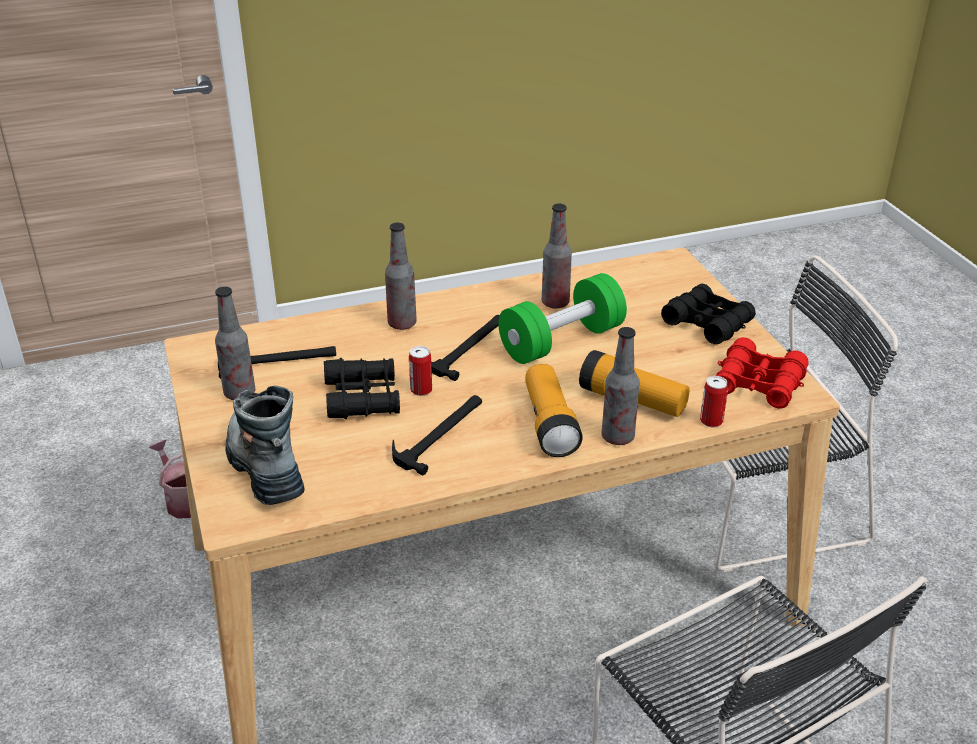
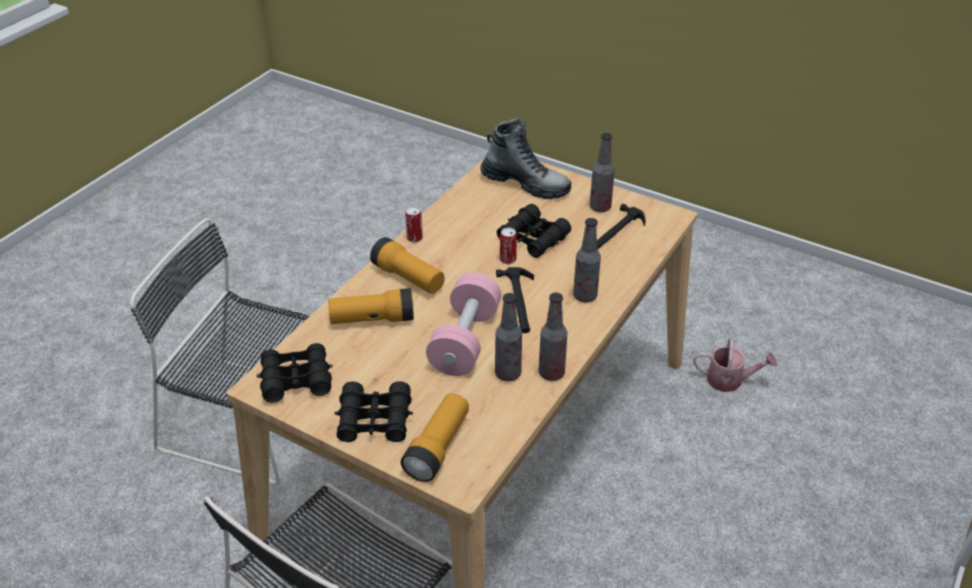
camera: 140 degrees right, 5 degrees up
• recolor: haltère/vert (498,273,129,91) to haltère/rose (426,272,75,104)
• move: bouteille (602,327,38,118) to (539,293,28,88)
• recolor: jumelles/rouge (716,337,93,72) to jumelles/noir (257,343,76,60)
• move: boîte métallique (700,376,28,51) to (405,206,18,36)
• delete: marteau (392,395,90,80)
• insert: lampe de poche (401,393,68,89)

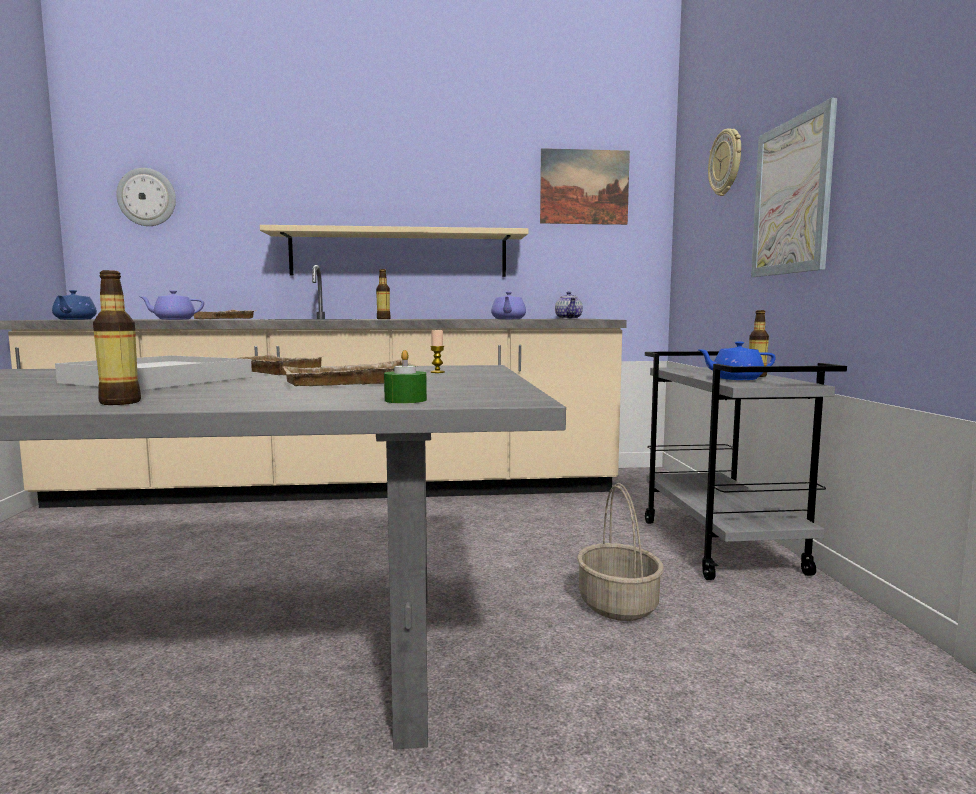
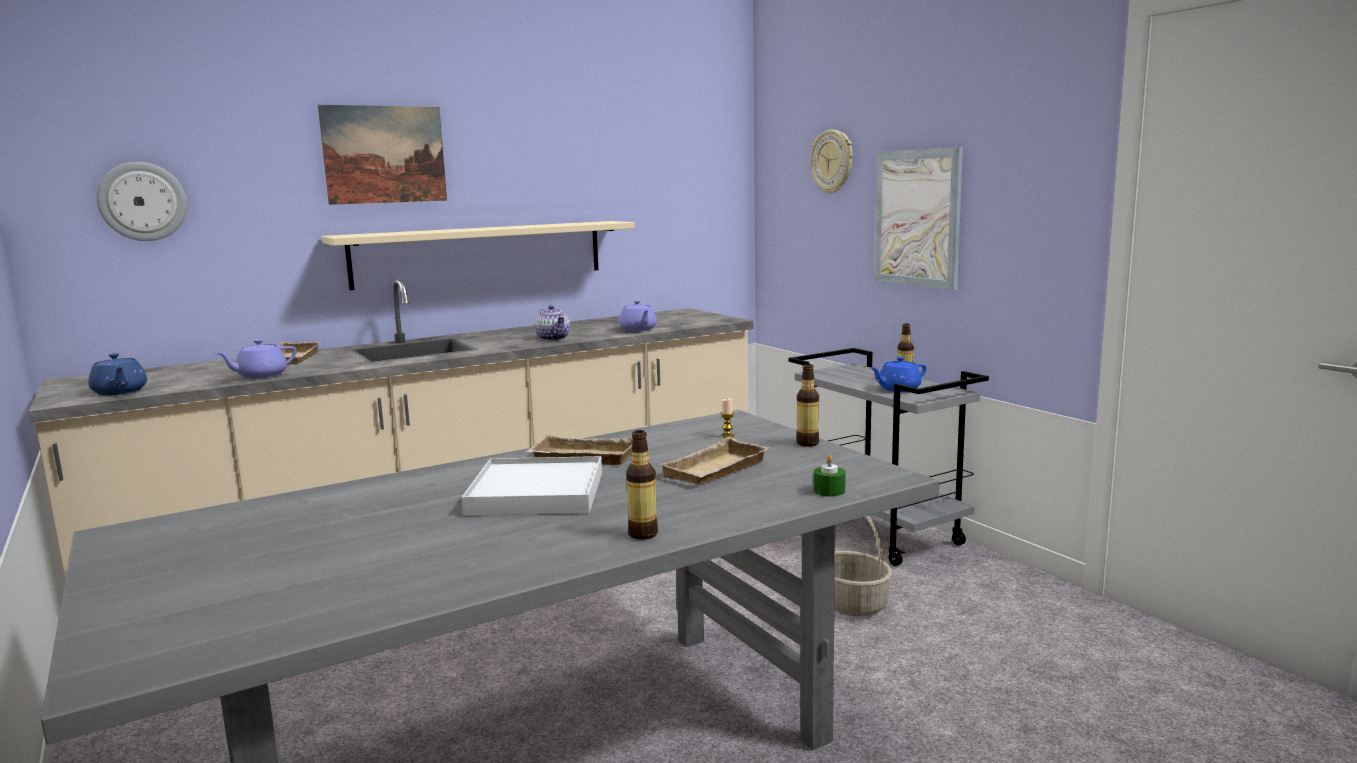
camera: 25 degrees left, 5 degrees up
• move: tableau (540,148,90,77) to (318,105,129,100)
• move: bouteille (376,269,15,50) to (796,364,23,83)
• move: théière (555,291,28,28) to (535,305,35,36)

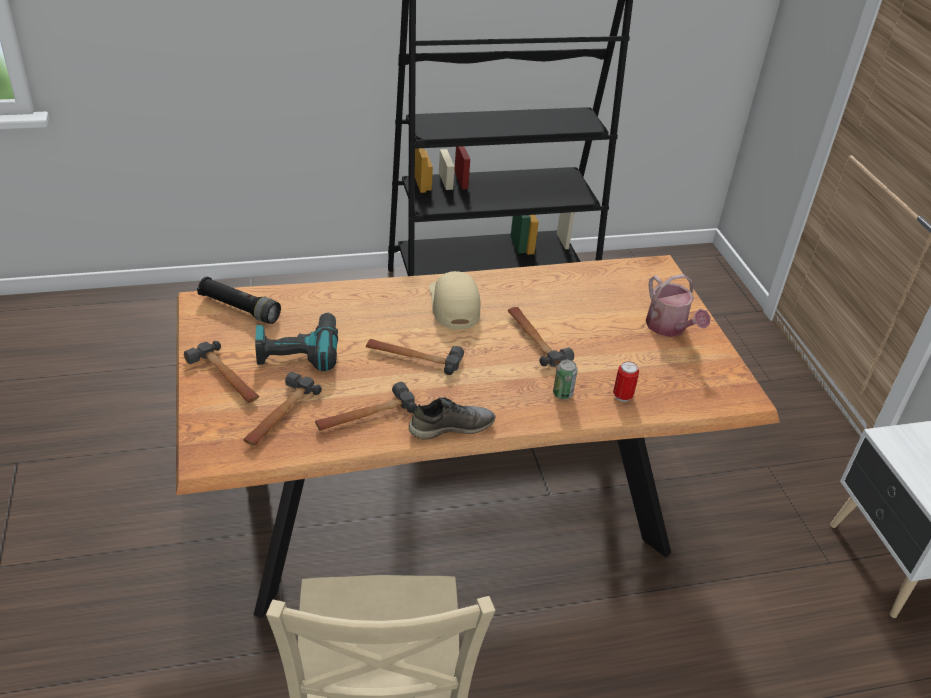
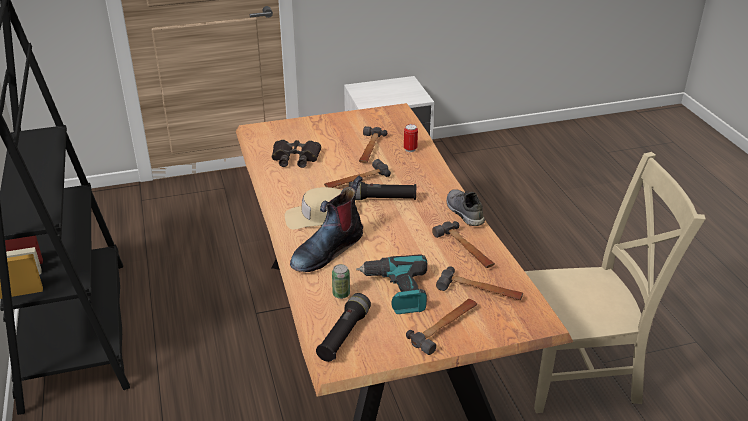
camera: 90 degrees left, 5 degrees down
• delete: arrosoir (646,274,65,63)
• move: marteau (366,339,98,36) to (359,126,28,37)
• move: boîte métallique (553,360,24,39) to (332,264,18,35)
• insert: jumelles/noir (272,140,49,28)
• insert: botte (290,176,73,96)
• insert: lampe de poche/noir (349,181,67,19)

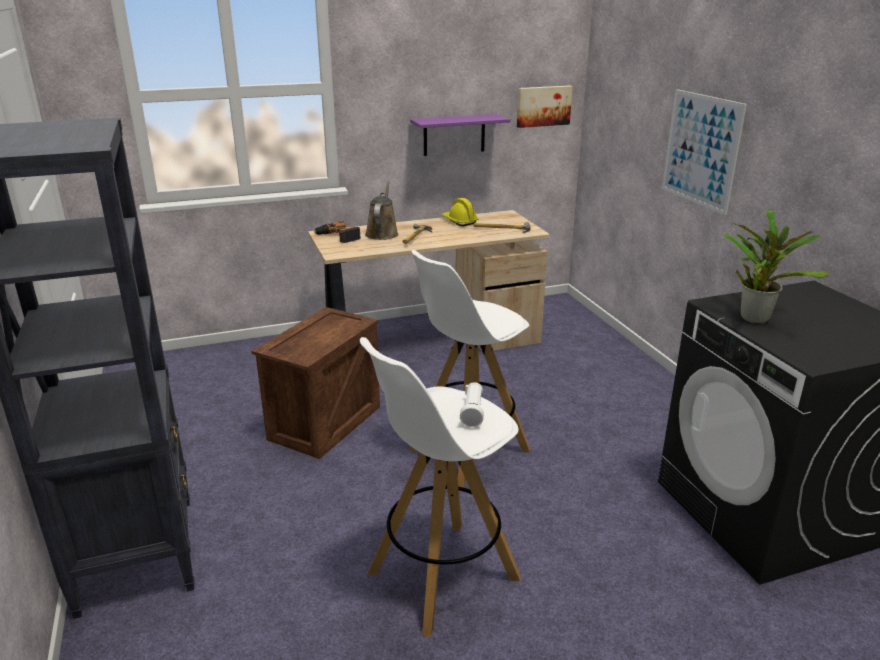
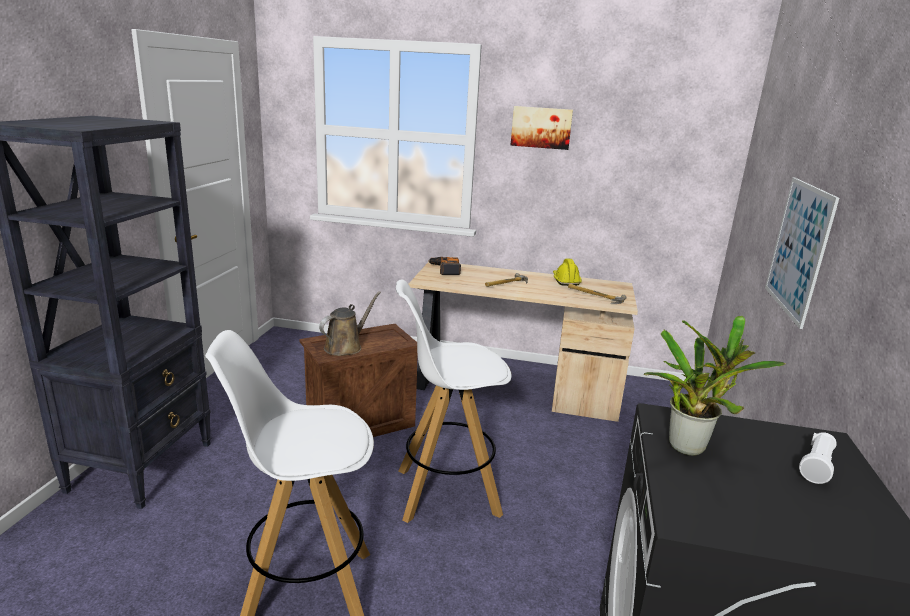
camera: 30 degrees right, 5 degrees down
• move: tableau (517,86,56,42) to (511,106,62,44)
• delete: étagère/violet (410,114,101,42)
• move: arrosoir/marron (365,180,34,60) to (319,291,62,65)
• move: lampe de poche/blanc (460,382,24,45) to (799,432,38,52)

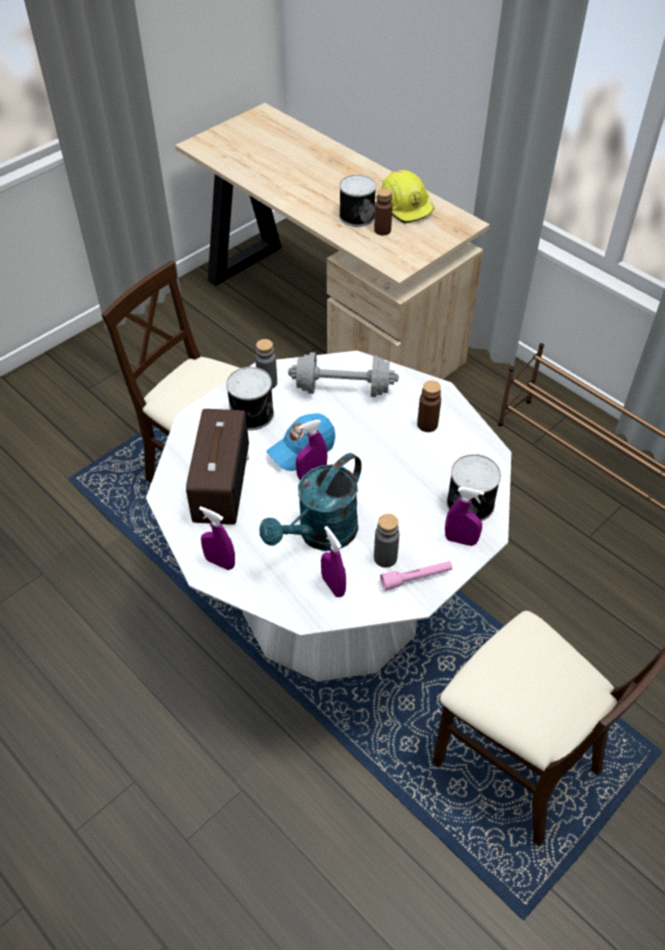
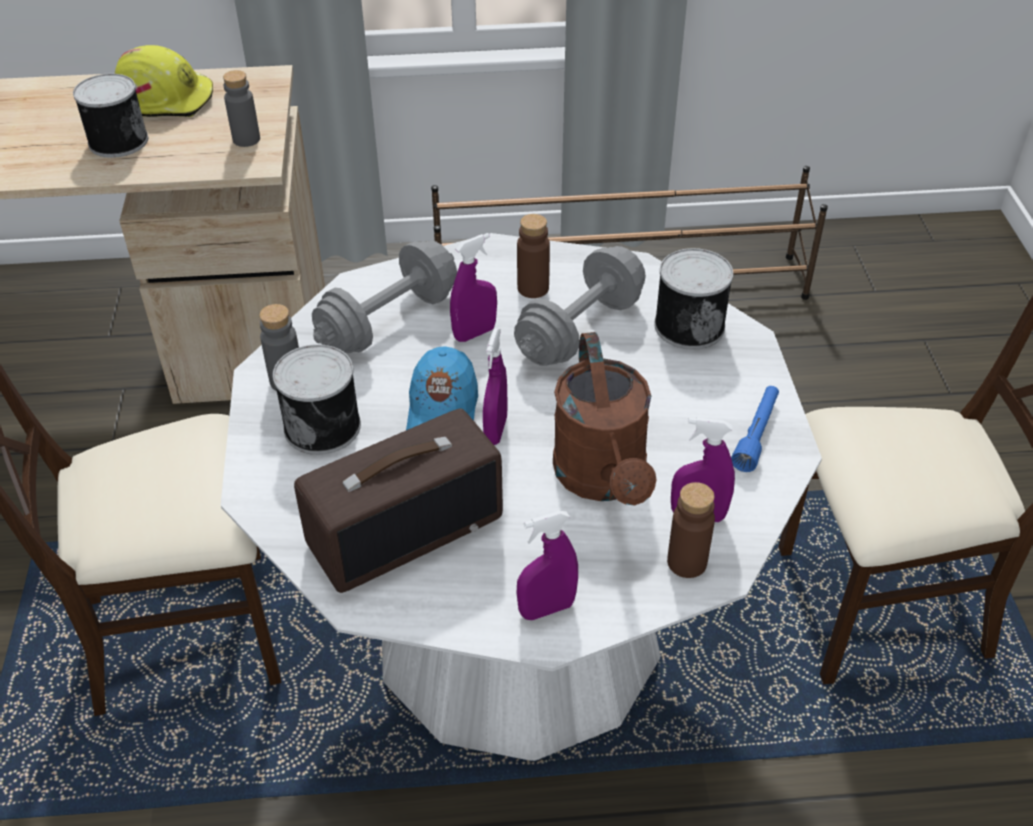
camera: 50 degrees left, 5 degrees down
• move: bouteille/marron (374,188,19,47) to (667,482,48,96)
• rotate: radio (186,409,63,116) = (294,408,209,185) 105 degrees clockwise
• recolor: arrosoir/turquoise (260,453,102,98) to arrosoir/marron (553,332,104,173)
• move: vaporisateur/violet (445,487,39,59) to (450,233,47,109)
• move: bouteille/gris (374,514,25,54) to (223,70,37,77)
• recolor: lampe de poche/rose (380,561,72,30) to lampe de poche/bleu (731,386,48,86)
• insert: haltère/gris (514,246,132,120)

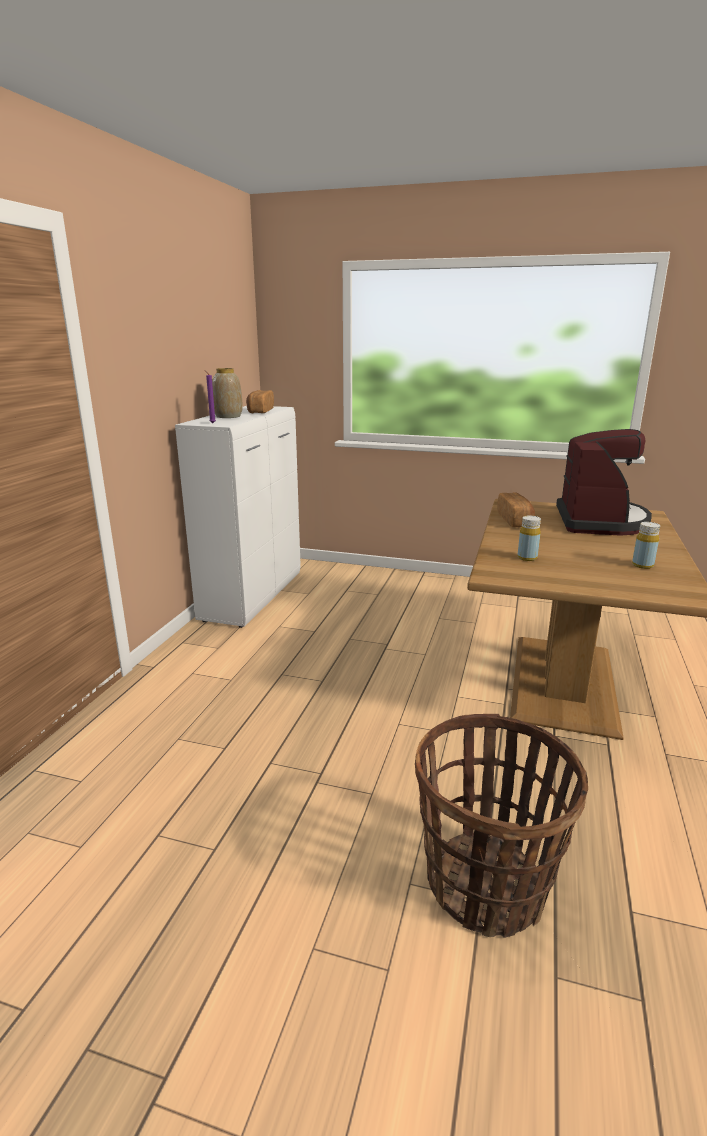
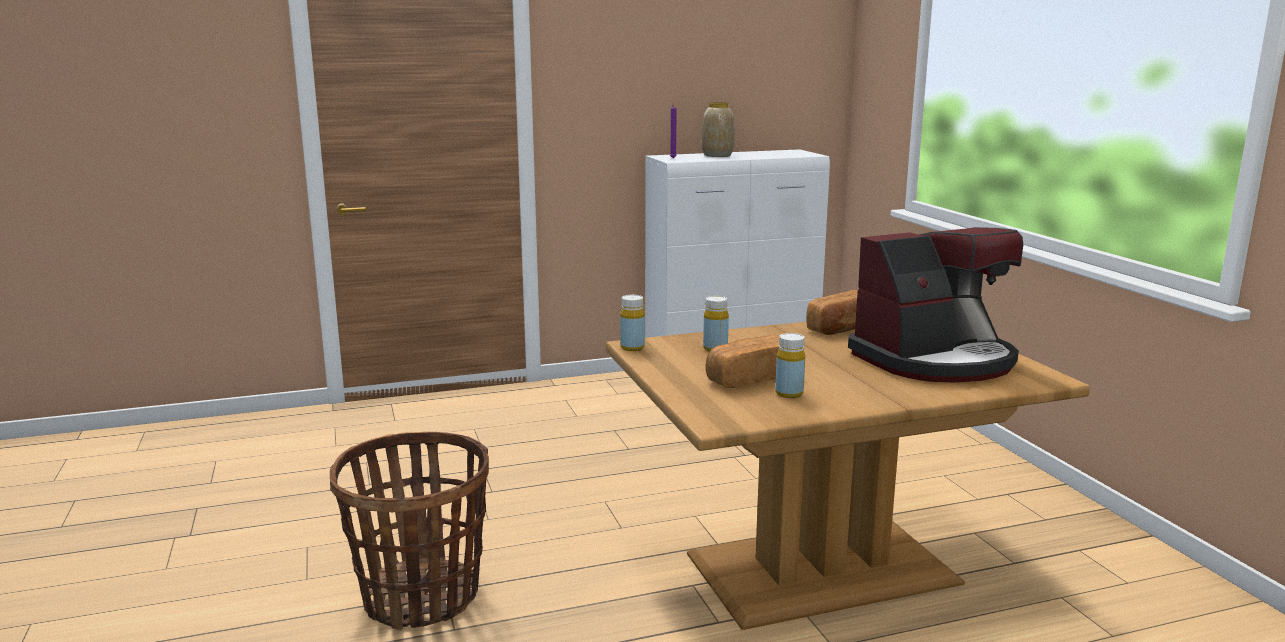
camera: 55 degrees right, 5 degrees down
• move: pain (246,390,28,23) to (706,335,74,53)
• insert: bouteille/jaune (620,295,25,56)

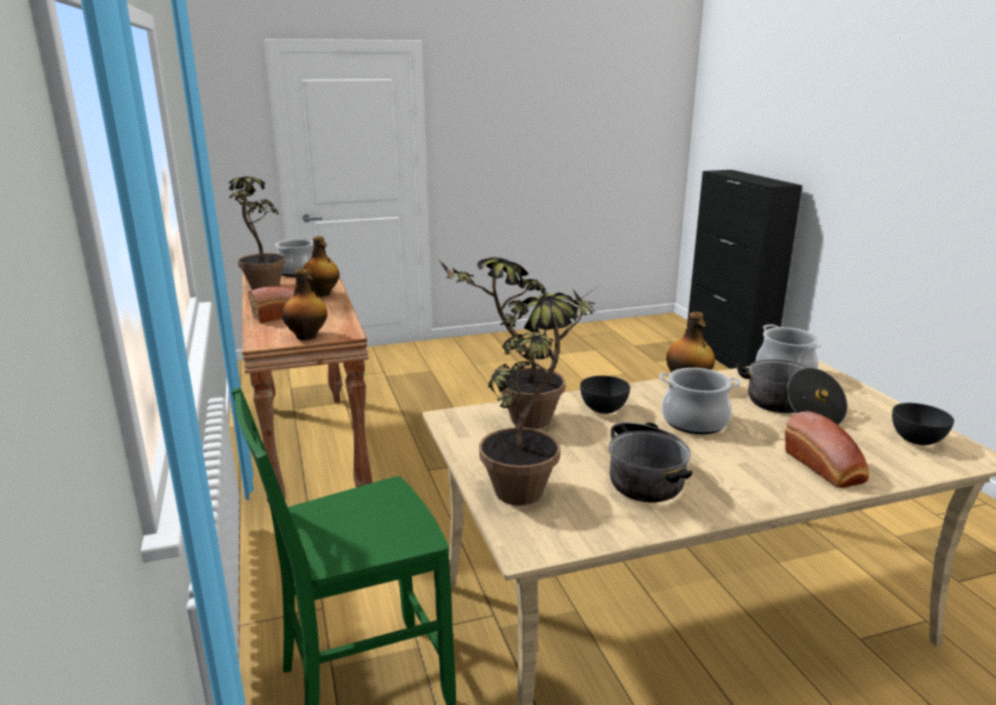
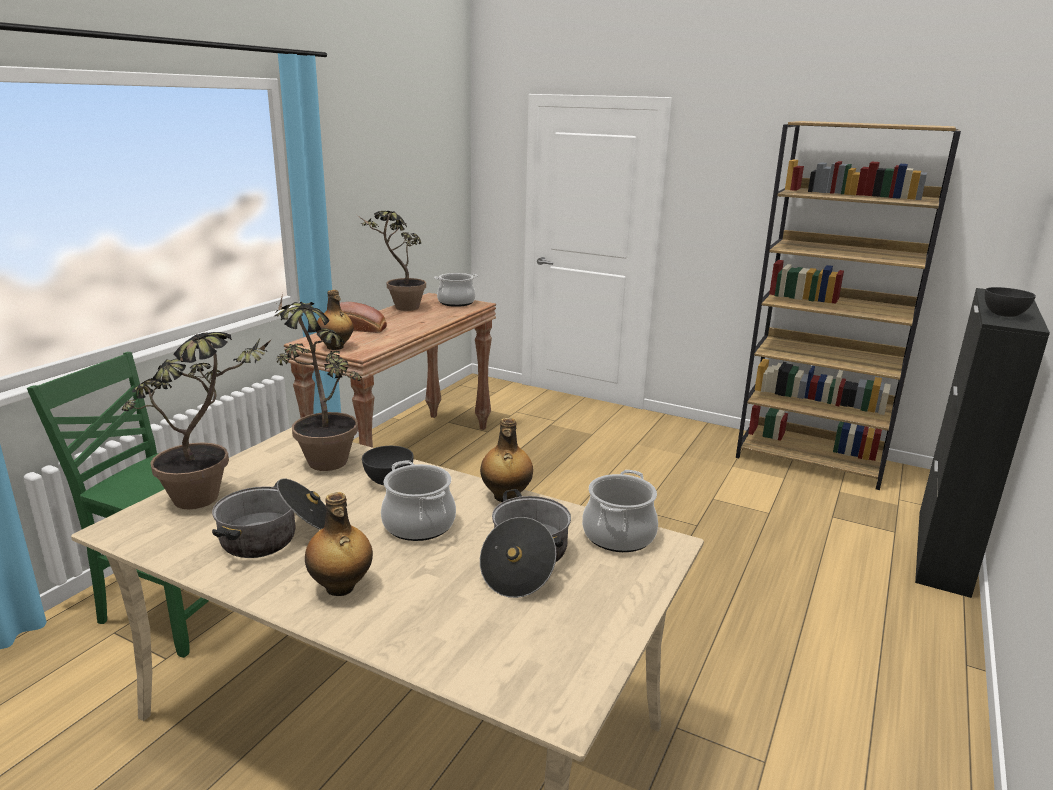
camera: 45 degrees right, 0 degrees up
• move: bouteille (303,236,36,61) to (305,492,68,104)
• move: bol/gris (892,403,62,42) to (985,287,51,30)
• delete: pain (785,411,84,77)
• insert: bibliothèque/marron (736,121,225,369)

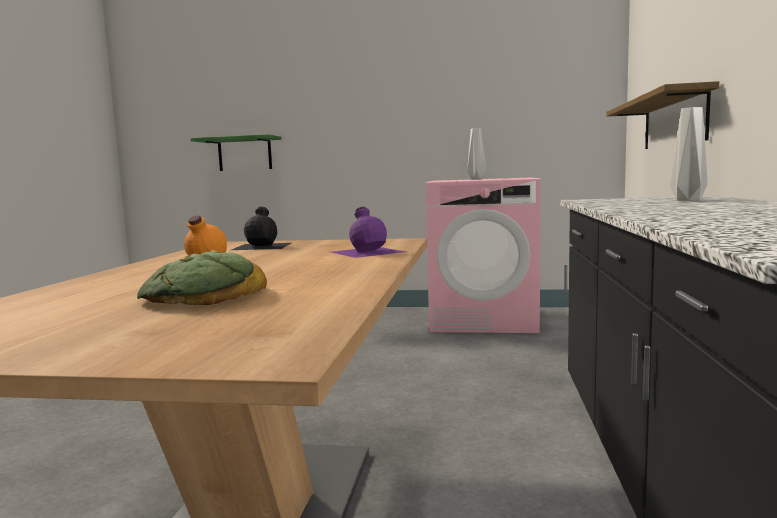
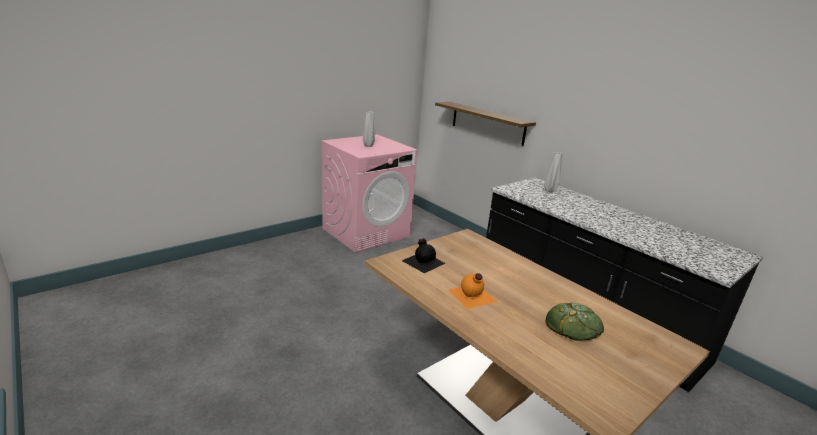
camera: 50 degrees left, 15 degrees up
• delete: étagère/vert (191,134,91,37)
• delete: bouteille/violet (331,207,75,51)

